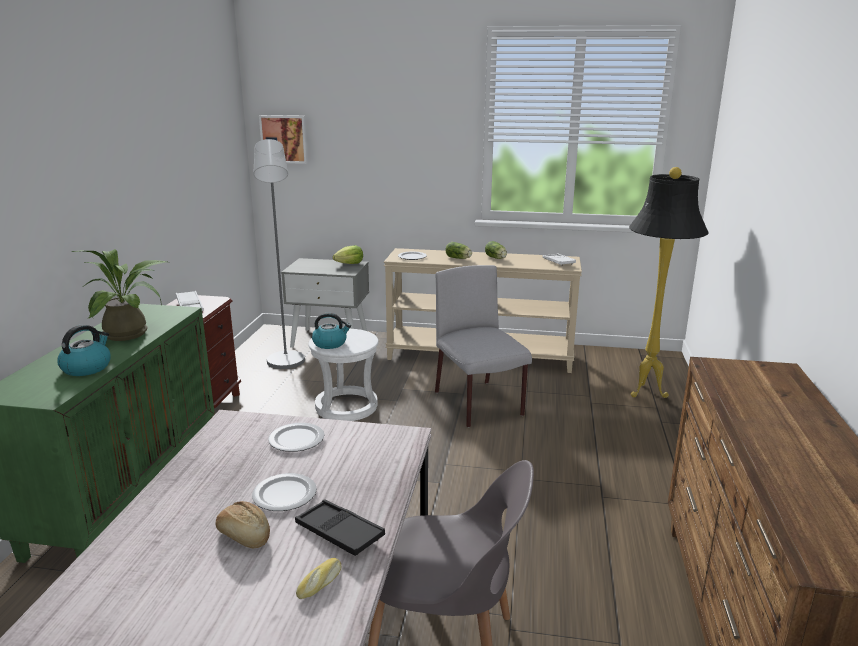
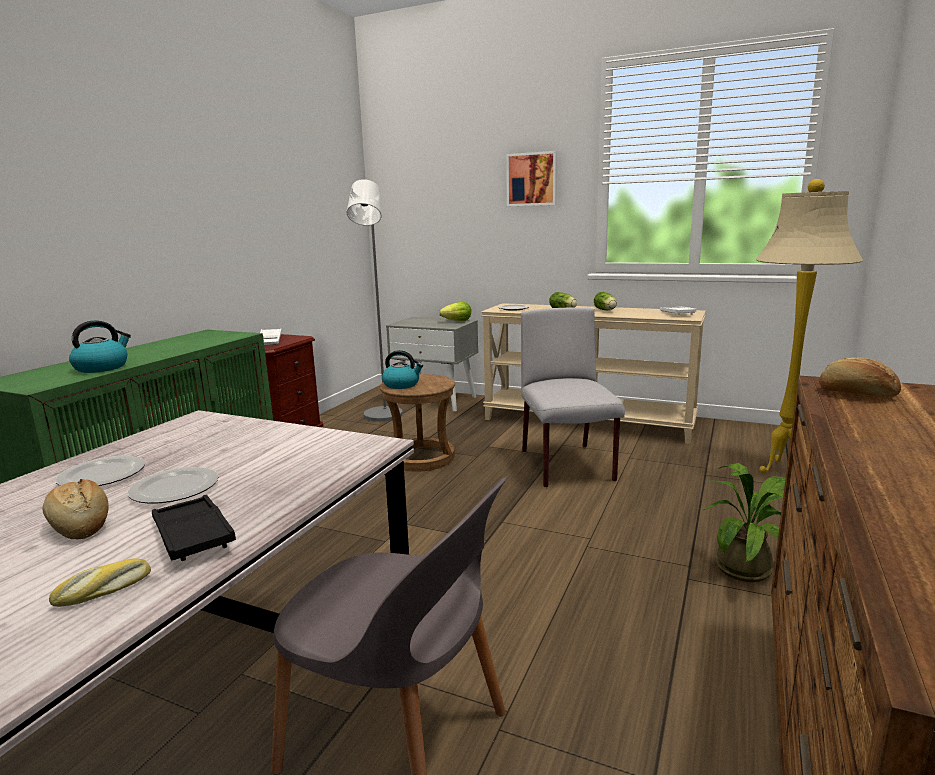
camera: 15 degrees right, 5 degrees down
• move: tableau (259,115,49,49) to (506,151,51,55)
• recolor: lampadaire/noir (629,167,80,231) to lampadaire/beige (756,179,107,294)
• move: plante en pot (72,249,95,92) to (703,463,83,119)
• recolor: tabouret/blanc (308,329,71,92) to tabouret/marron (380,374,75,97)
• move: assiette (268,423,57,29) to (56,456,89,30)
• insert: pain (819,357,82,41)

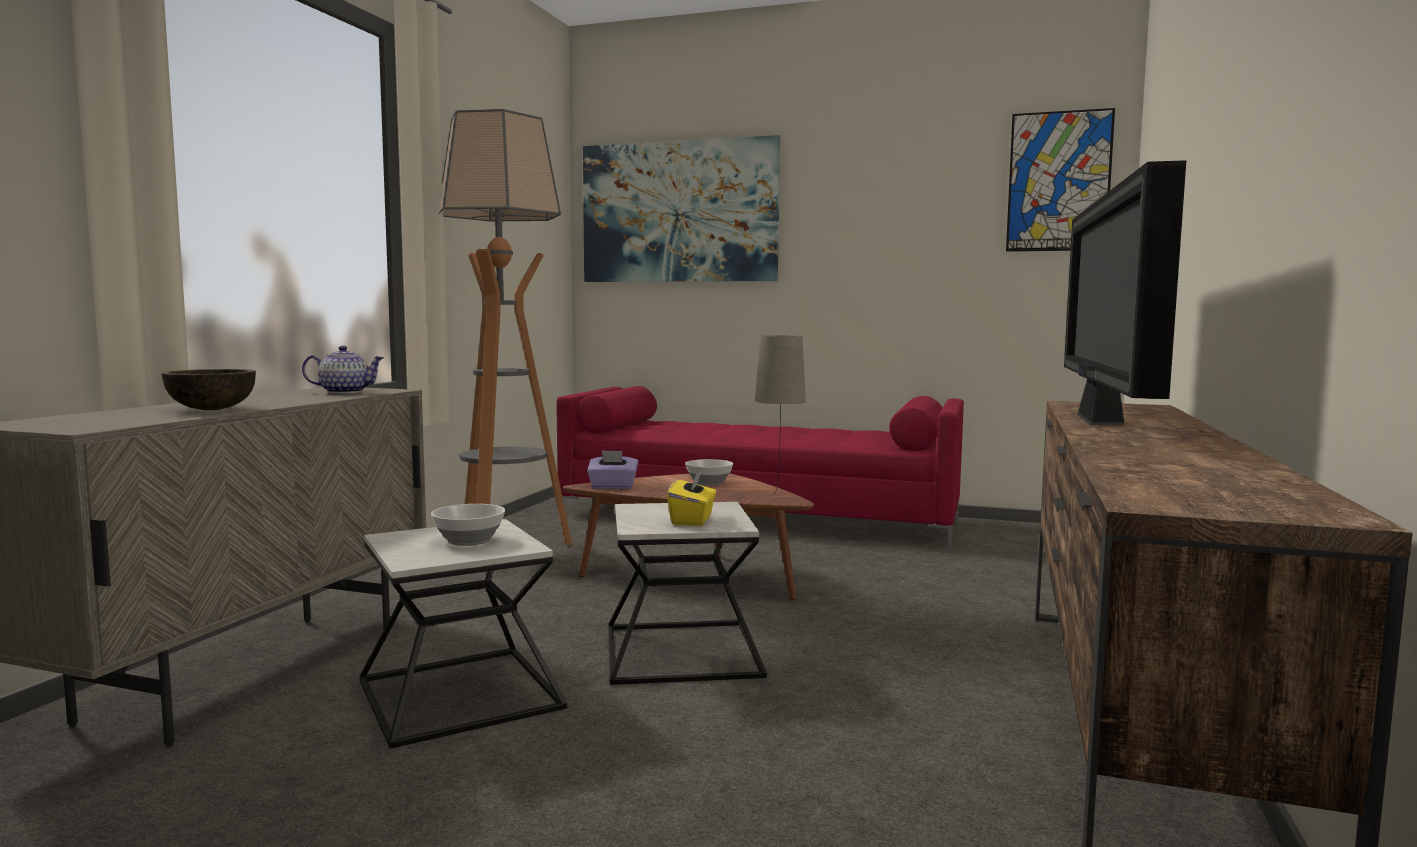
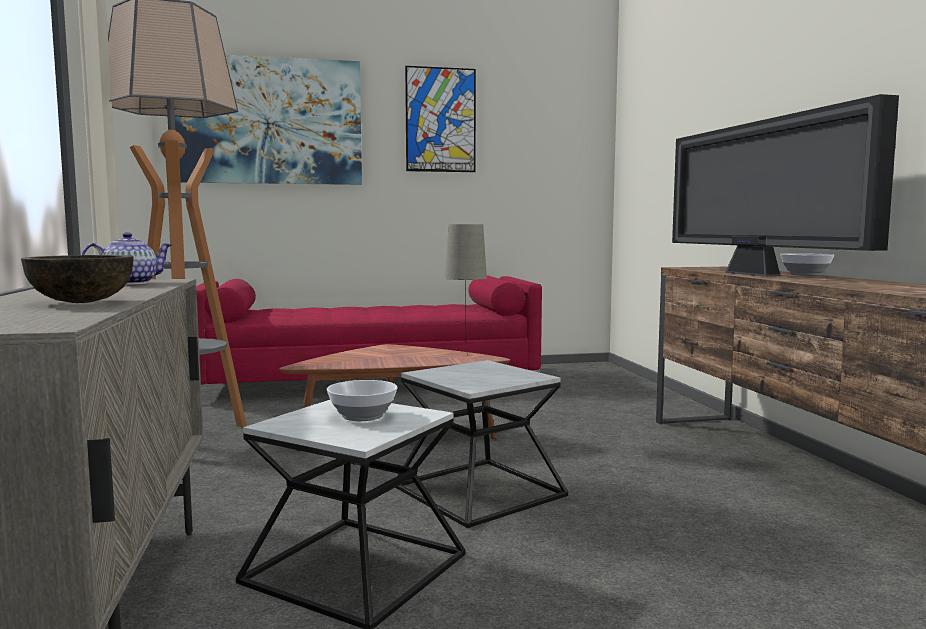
camera: 30 degrees left, 0 degrees up
• move: tableau (1006,108,109,144) to (405,66,71,106)
• delete: boîte à mouchoirs/violet (587,450,51,39)
• move: bol (685,459,48,27) to (780,253,54,23)
• delete: boîte à mouchoirs/jaune (667,470,49,56)

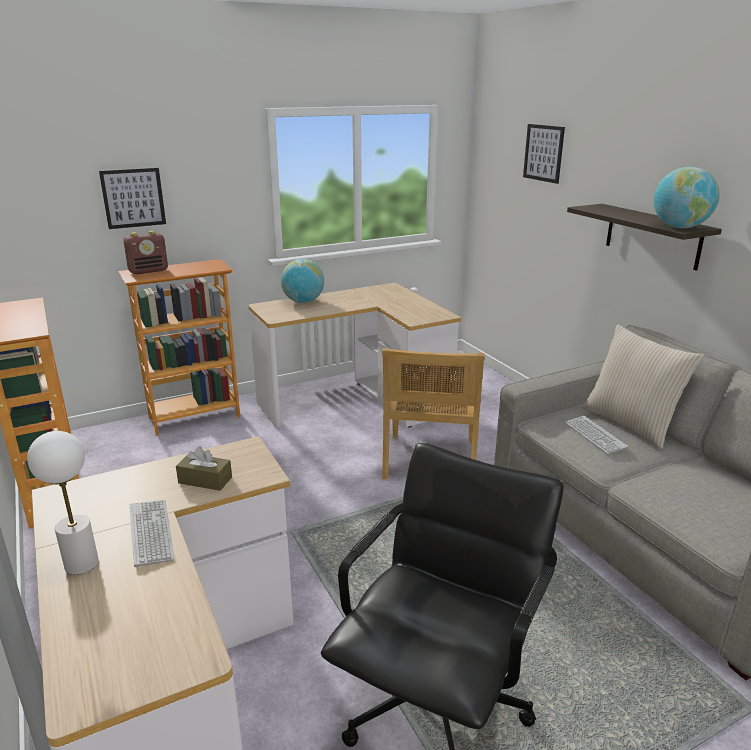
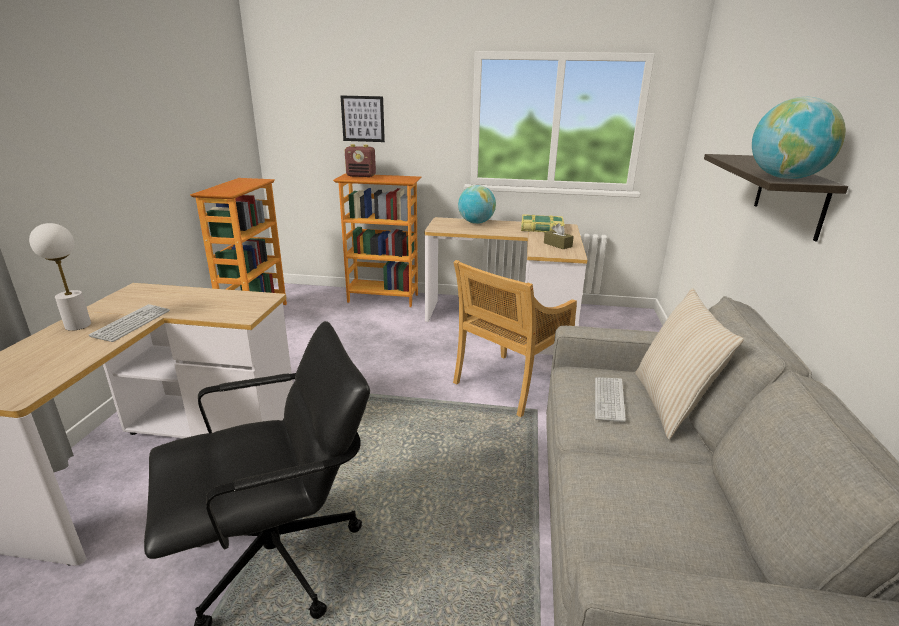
camera: 35 degrees right, 0 degrees up
• delete: tableau (523,124,42,60)
• move: boîte à mouchoirs/marron (176,446,56,45) to (544,223,30,26)
• insert: livre (521,214,43,18)

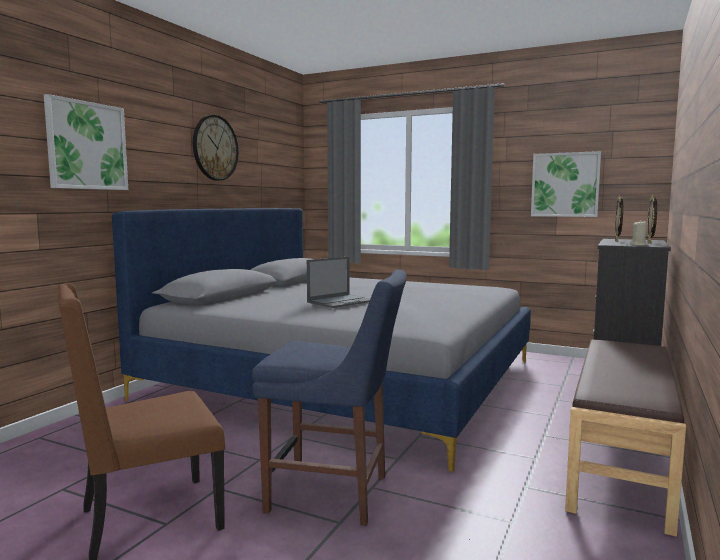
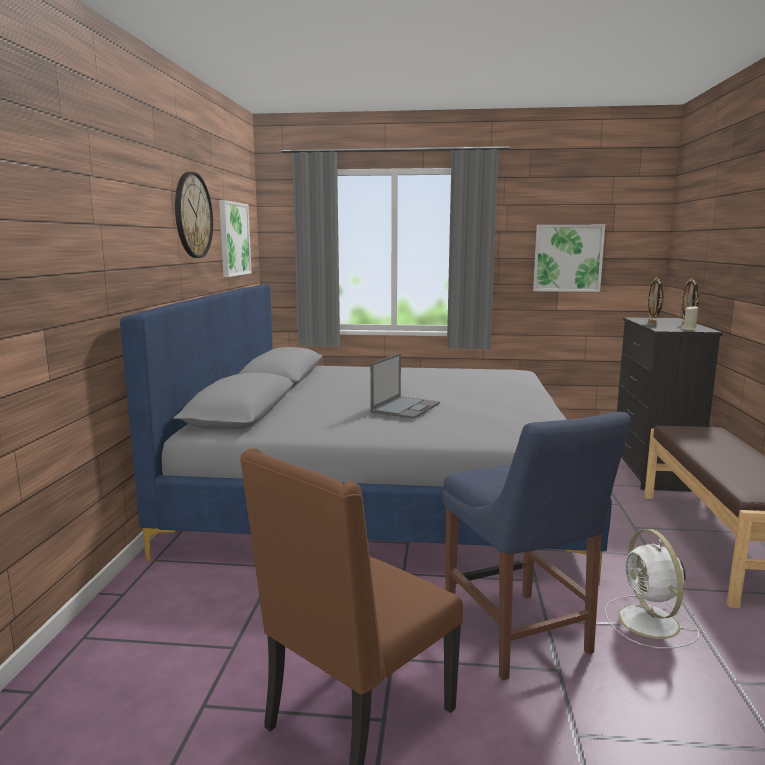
camera: 20 degrees left, 5 degrees up
• move: tableau (44,94,84,96) to (219,200,33,77)
• rotate: chaise/bleu (252,270,155,256) = (442,412,189,268) 75 degrees clockwise
• insert: ventilateur/blanc (605,529,94,120)

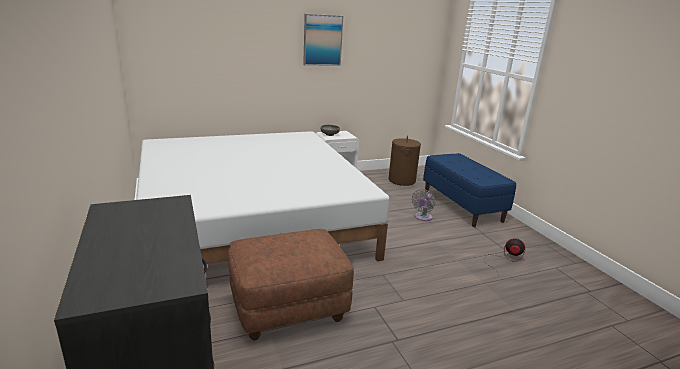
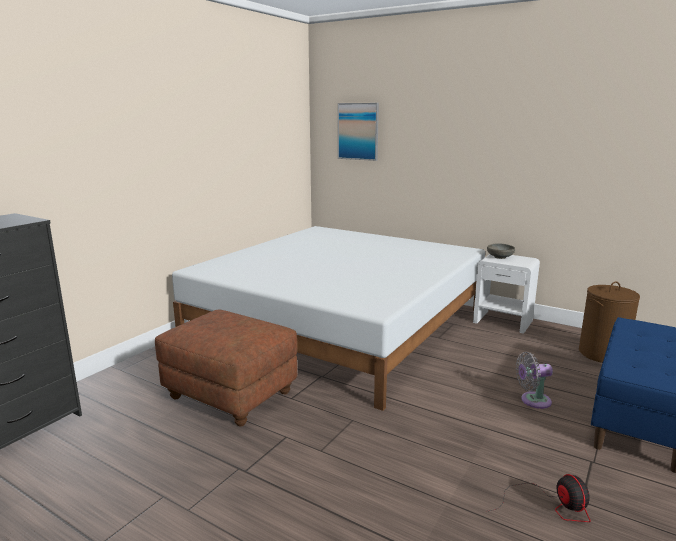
camera: 55 degrees right, 5 degrees down
• move: tableau (303,14,40,52) to (338,103,41,58)

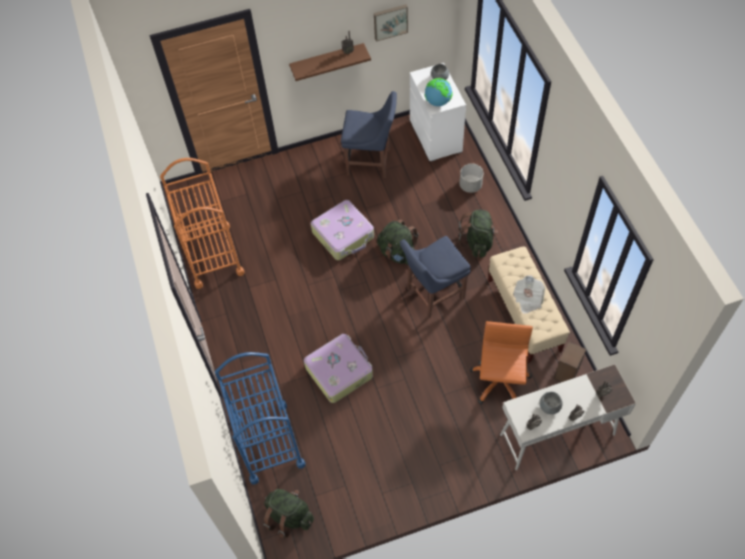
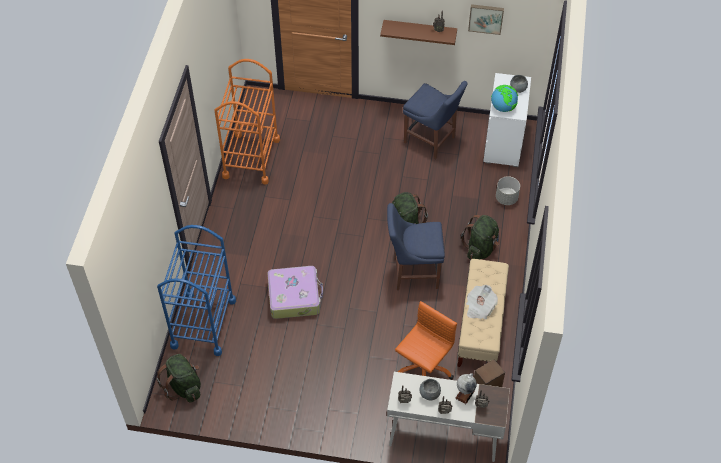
camera: 25 degrees right, 5 degrees down
• delete: valise (311,200,63,60)
• insert: globe (455,373,22,31)

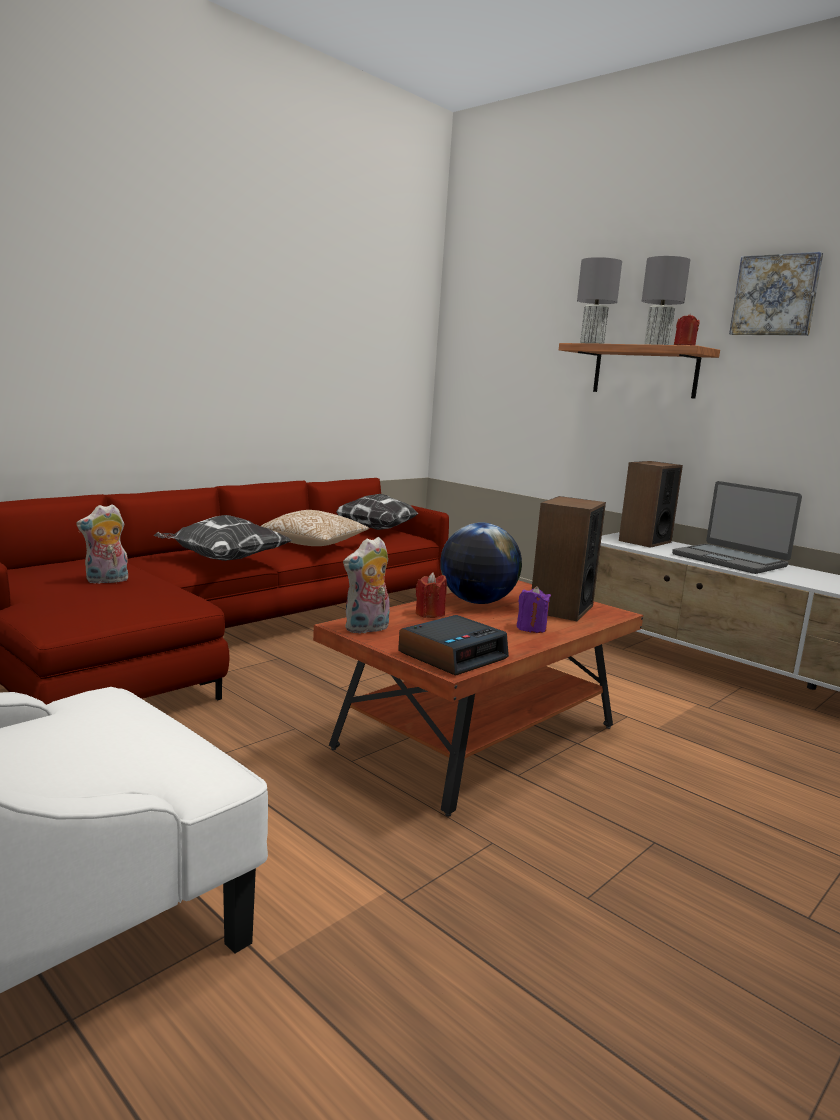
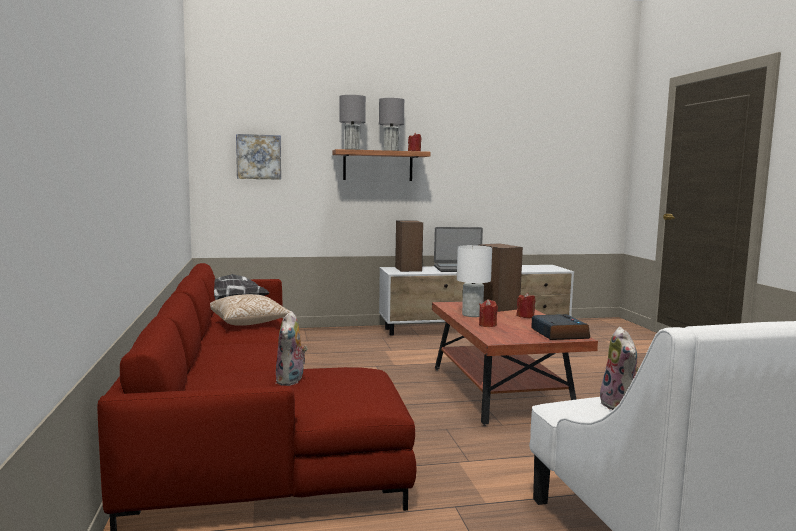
camera: 55 degrees left, 5 degrees down
• move: tableau (729,252,94,84) to (236,134,45,46)
• delete: coussin (153,515,139,46)
• replace: globe (440,522,82,82) to lampe de table/blanc (457,245,35,72)
• move: peluche (343,537,47,97) to (600,327,39,83)
• recolor: bougie/violet (516,586,35,47) to bougie/rouge (517,293,19,25)

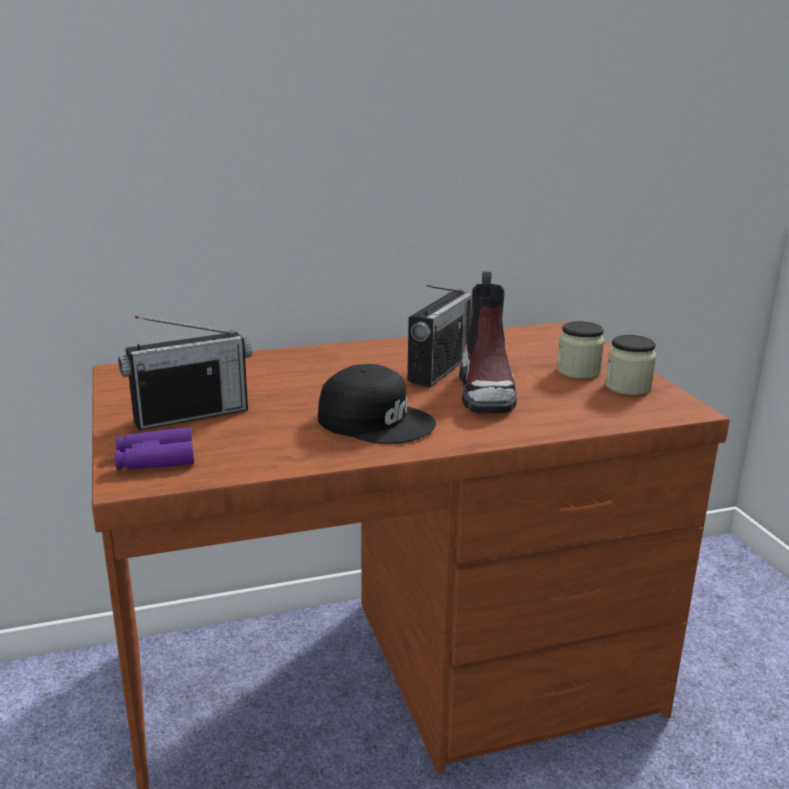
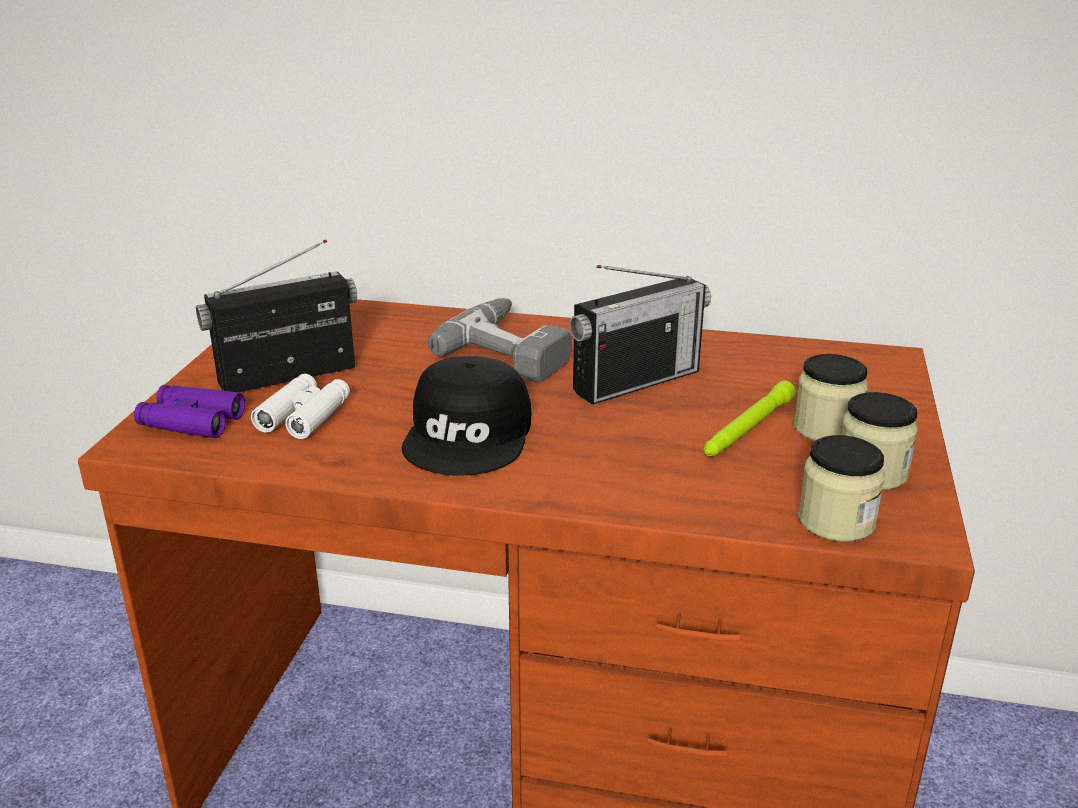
camera: 30 degrees right, 5 degrees up
• delete: botte (459,271,58,143)
• rotate: radio (118,316,134,114) = (196,240,161,153) 150 degrees clockwise
• rotate: casquette/noir (318,364,118,80) = (402,356,129,119) 45 degrees clockwise
• insert: perceuse (428,298,144,85)
• insert: jumelles/blanc (251,374,99,65)
• insert: lampe de poche/vert (704,381,92,75)
• insert: bocal (798,435,87,107)

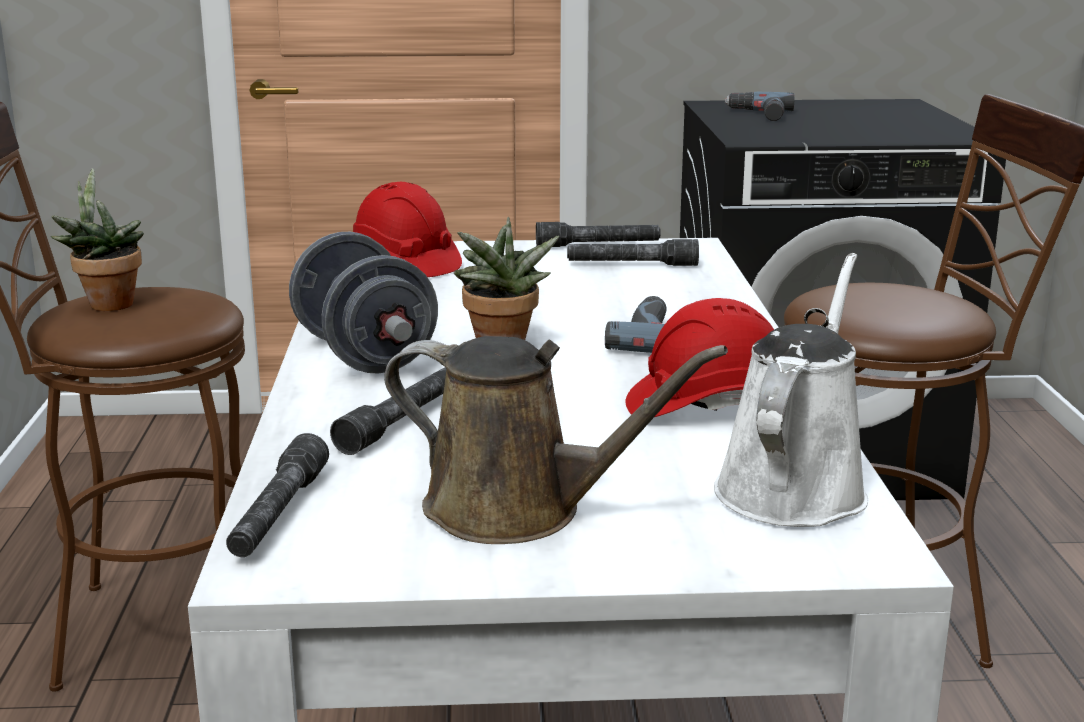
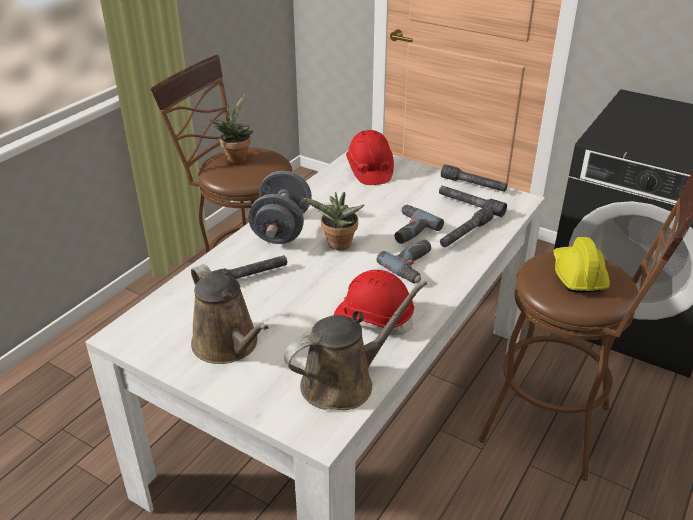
camera: 35 degrees right, 15 degrees up
• move: perceuse (725,92,70,29) to (394,205,50,39)
• recolor: arrosoir/blanc (714,253,154,274) to arrosoir/marron (284,281,143,129)
• move: lampe de poche/gris (226,433,103,124) to (440,207,54,40)
• insert: casque de chantier/jaune (554,237,56,56)

